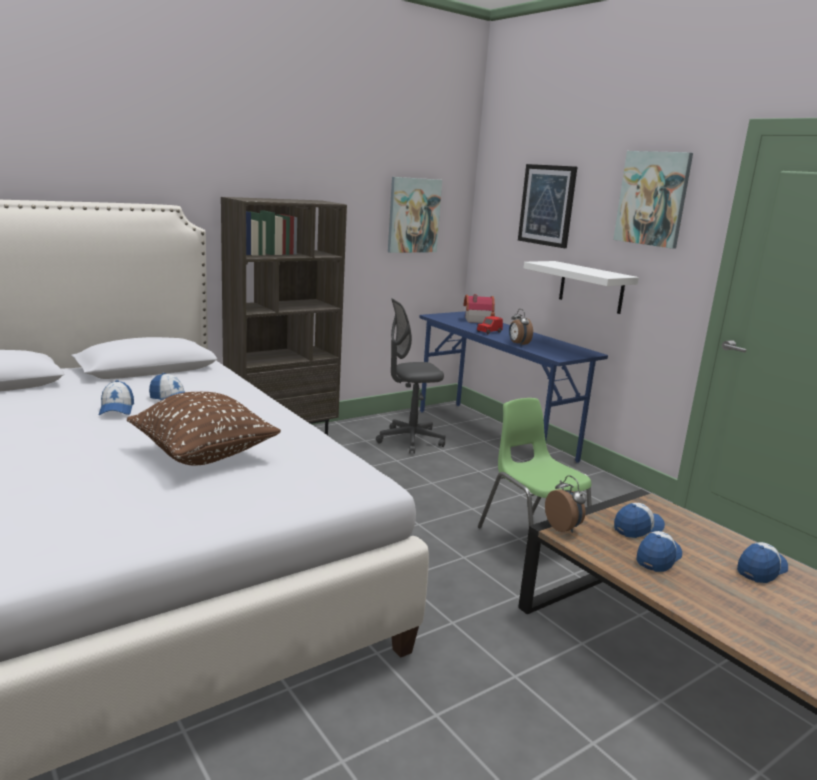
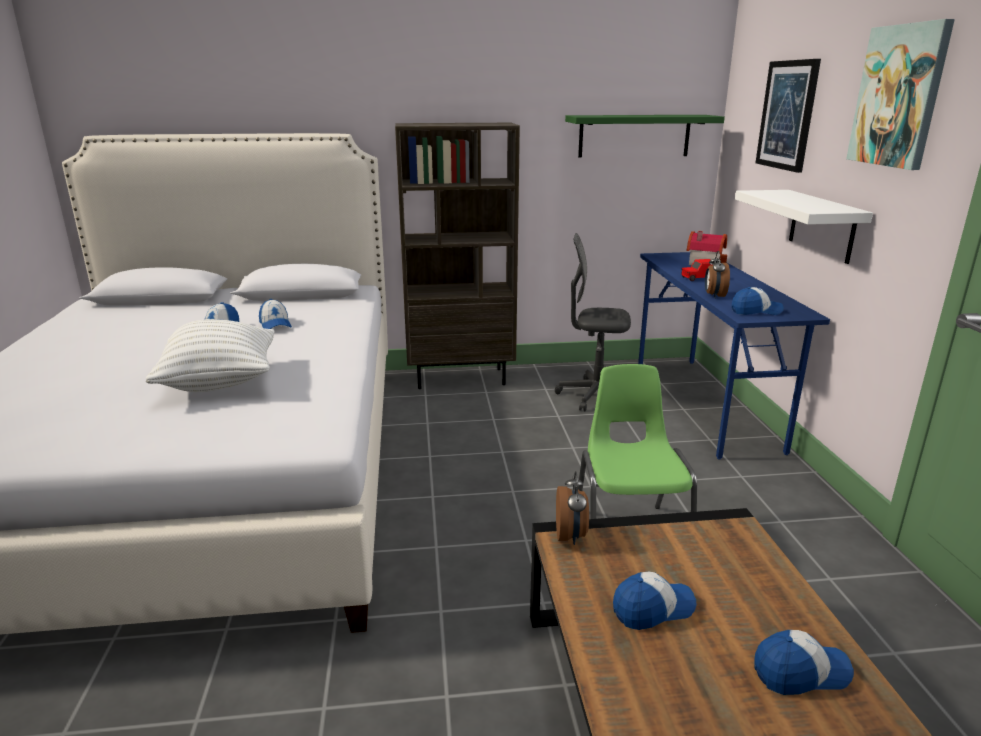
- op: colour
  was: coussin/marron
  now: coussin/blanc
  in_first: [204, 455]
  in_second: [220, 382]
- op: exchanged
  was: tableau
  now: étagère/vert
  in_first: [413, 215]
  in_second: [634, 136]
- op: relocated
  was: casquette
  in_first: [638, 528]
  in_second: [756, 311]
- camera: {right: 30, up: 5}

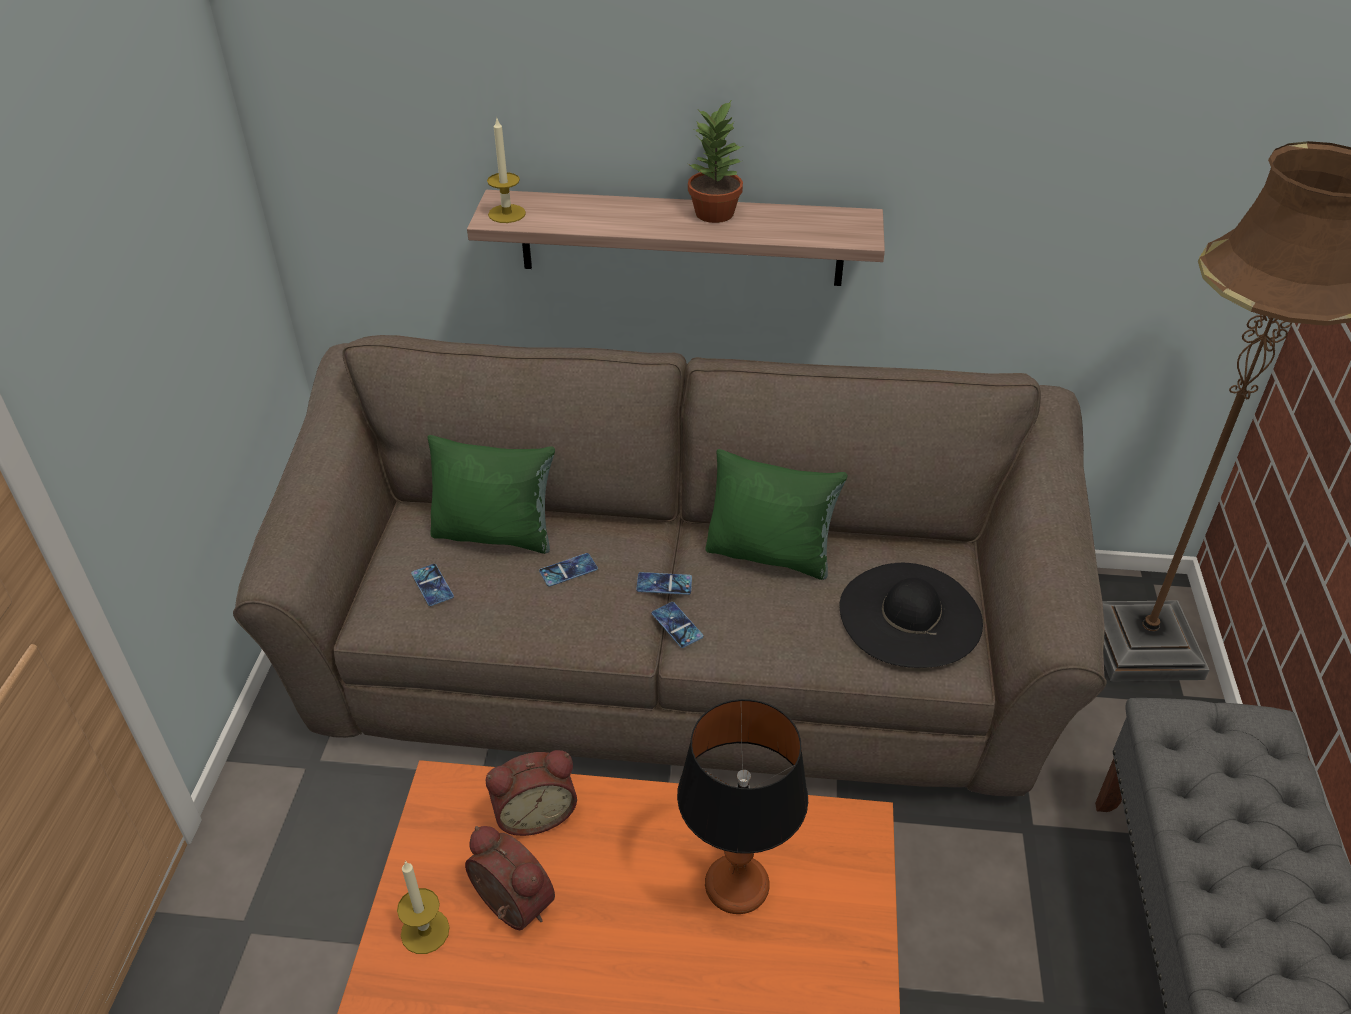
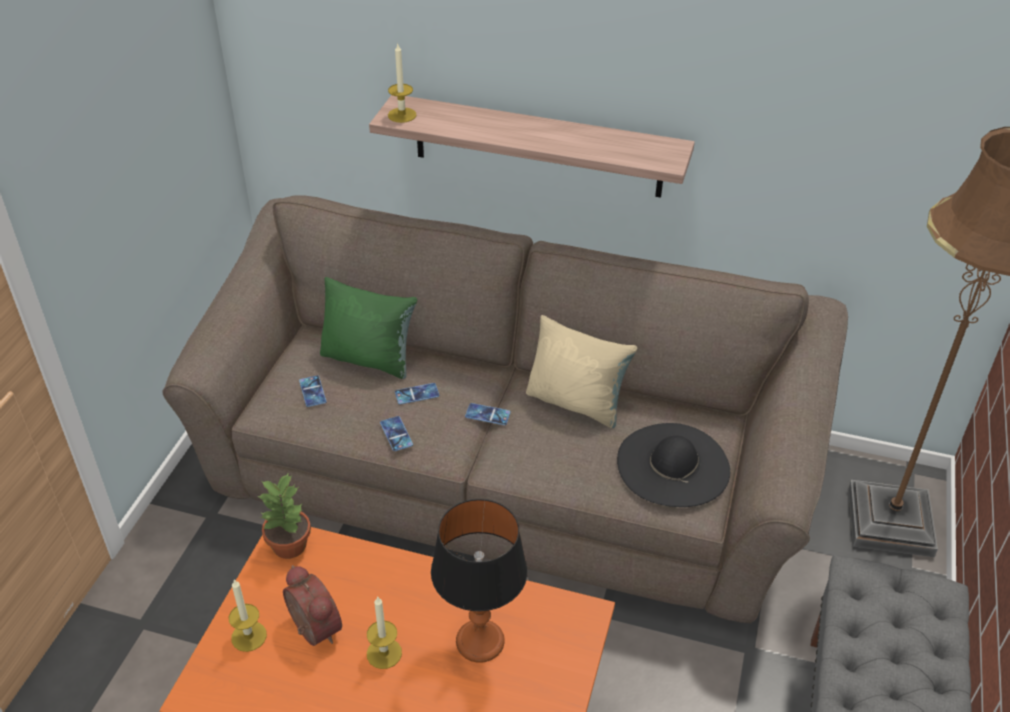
- op: relocated
  was: plante en pot
  in_first: [715, 213]
  in_second: [290, 546]
- op: appeared
  now: bougie
  in_second: [384, 653]
- op: relocated
  was: téléphone
  in_first: [677, 625]
  in_second: [396, 434]
- op: colour
  was: coussin/vert
  now: coussin/beige
  in_first: [770, 554]
  in_second: [576, 403]
- op: missing
  was: réveil
  in_first: [534, 813]
- camera: {right: 10, up: 0}

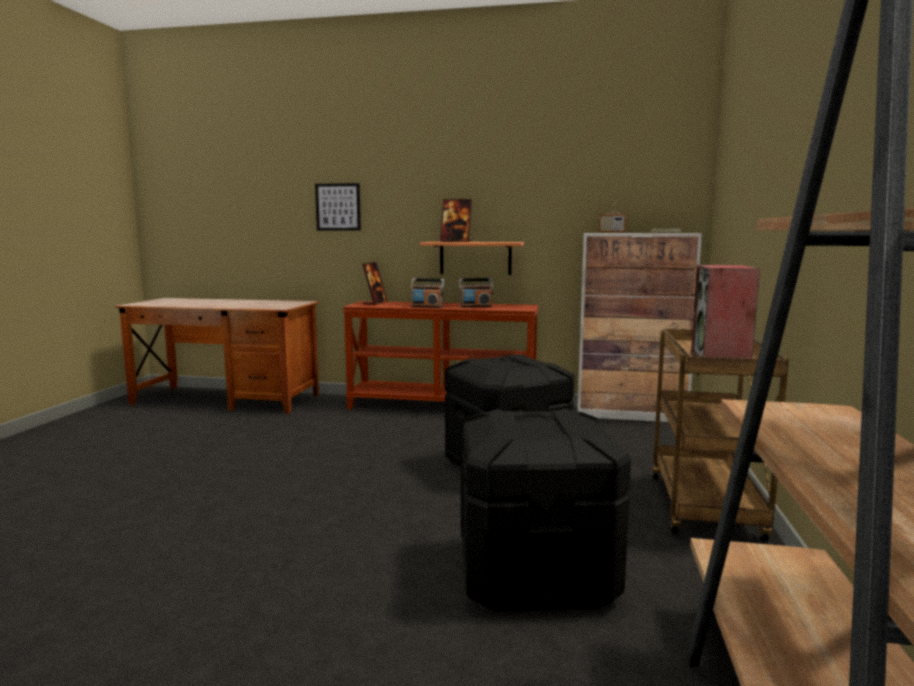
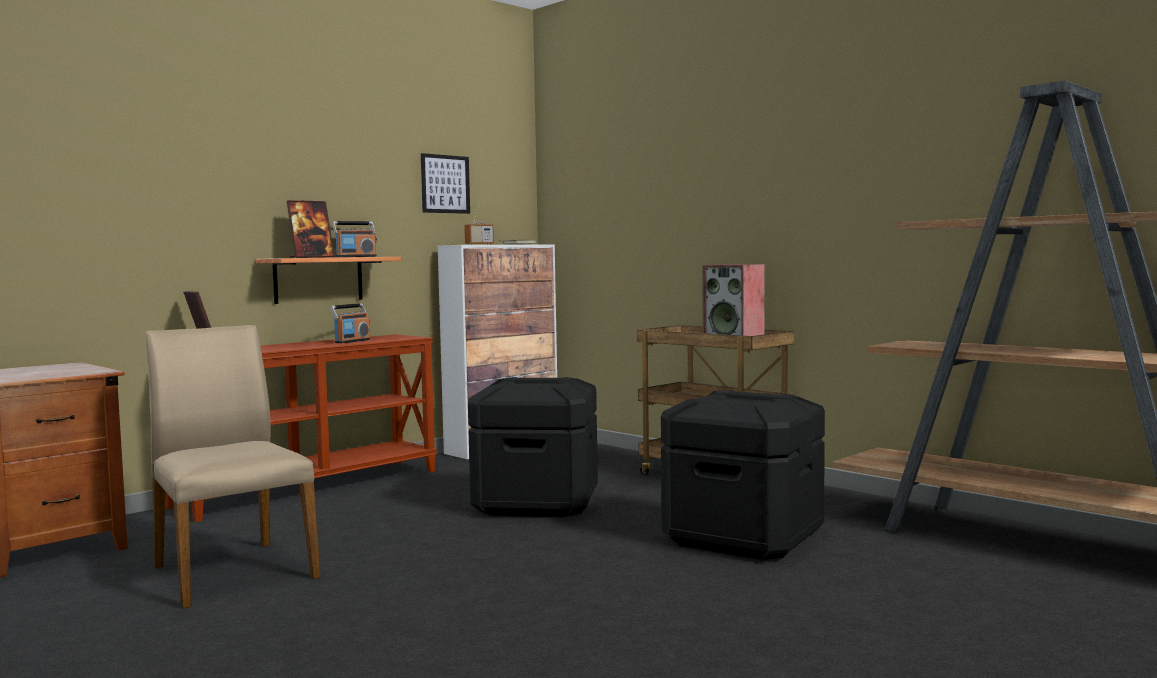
- op: appeared
  now: chaise/beige
  in_second: [231, 571]
- op: relocated
  was: radio
  in_first: [427, 307]
  in_second: [356, 257]
- op: relocated
  was: tableau
  in_first: [338, 207]
  in_second: [445, 184]
- camera: {right: -55, up: -5}

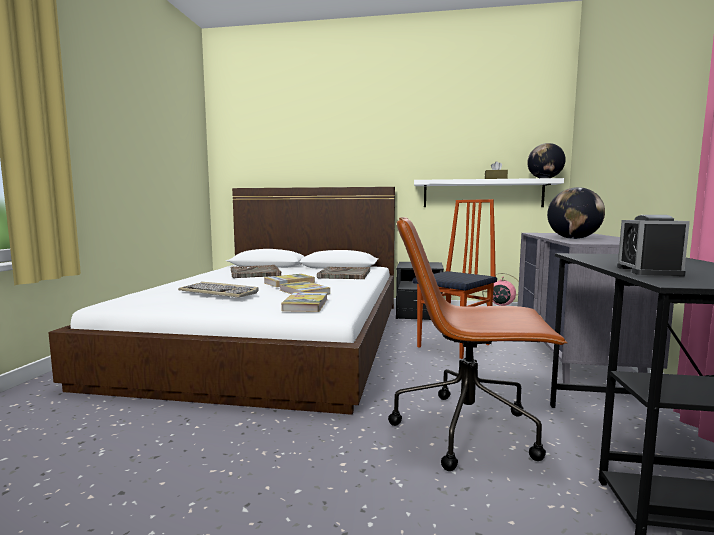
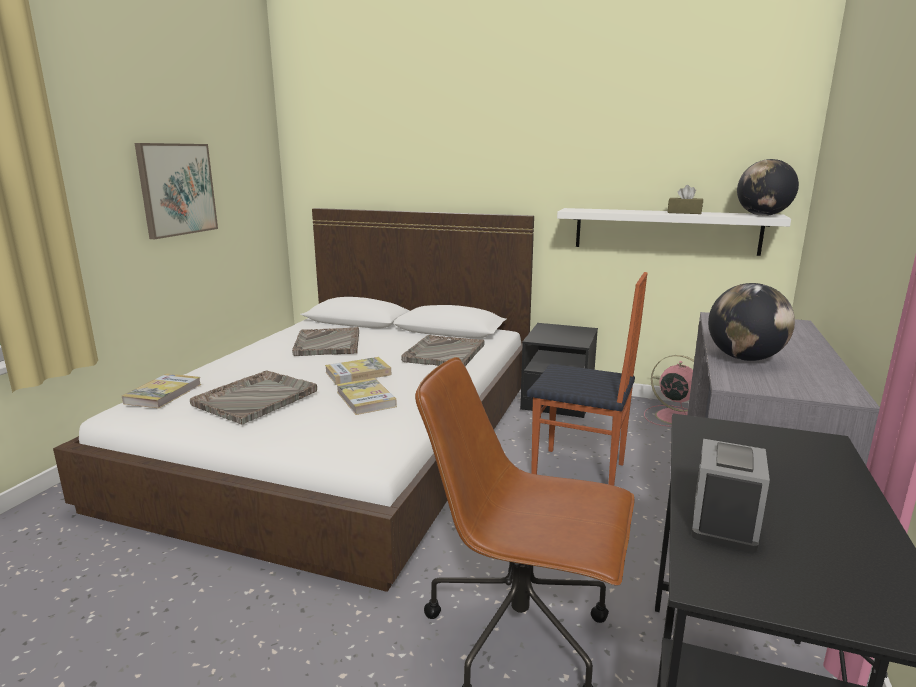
- op: relocated
  was: livre
  in_first: [306, 304]
  in_second: [163, 394]
- op: appeared
  now: tableau
  in_second: [177, 189]
- op: exchanged
  was: clavier
  now: plateau/gris
  in_first: [220, 293]
  in_second: [257, 398]
- op: spun
  was: chaise
  in_first: [455, 346]
  in_second: [579, 473]
  clockwise: 60
- camera: {right: 10, up: 10}

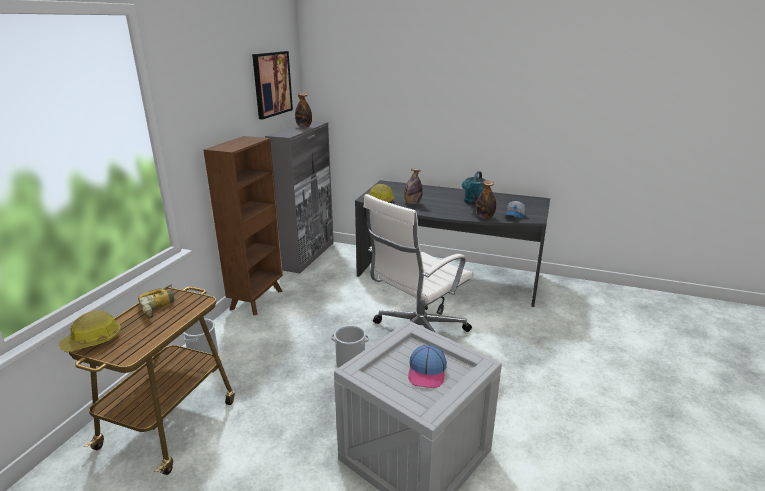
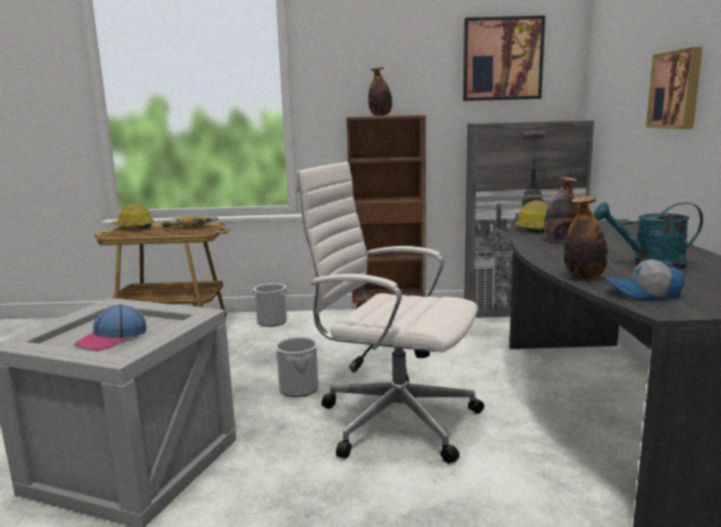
- op: spun
  was: casquette
  in_first: [427, 372]
  in_second: [112, 338]
  clockwise: -45
- op: relocated
  was: bouteille
  in_first: [304, 126]
  in_second: [380, 115]
- op: appeared
  now: tableau
  in_second: [676, 90]
- camera: {right: 70, up: -10}

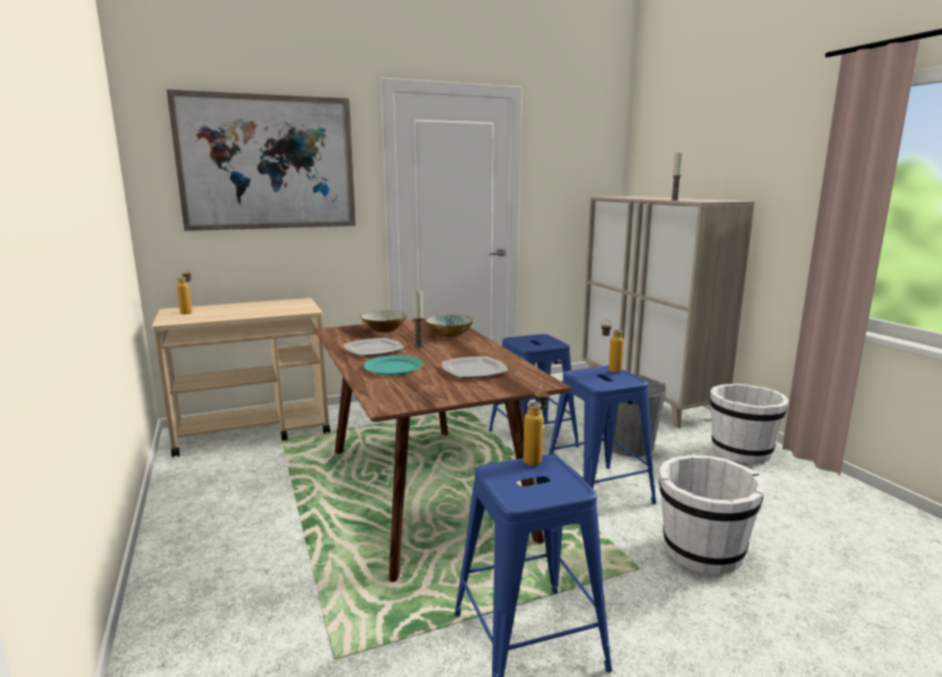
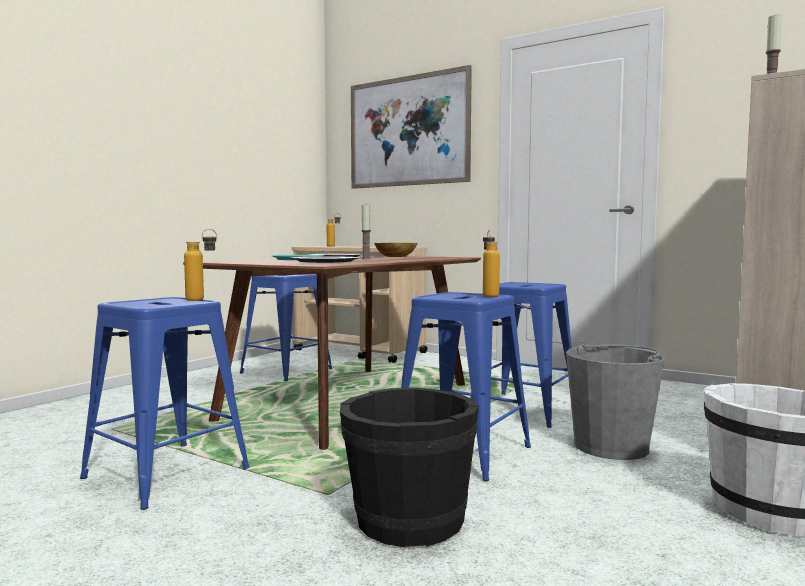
- op: appeared
  now: tabouret/bleu
  in_second: [286, 371]
- op: colour
  was: seau/blanc
  now: seau/noir
  in_first: [701, 552]
  in_second: [408, 521]
- op: missing
  was: bol
  in_first: [450, 334]
- camera: {right: 55, up: -10}

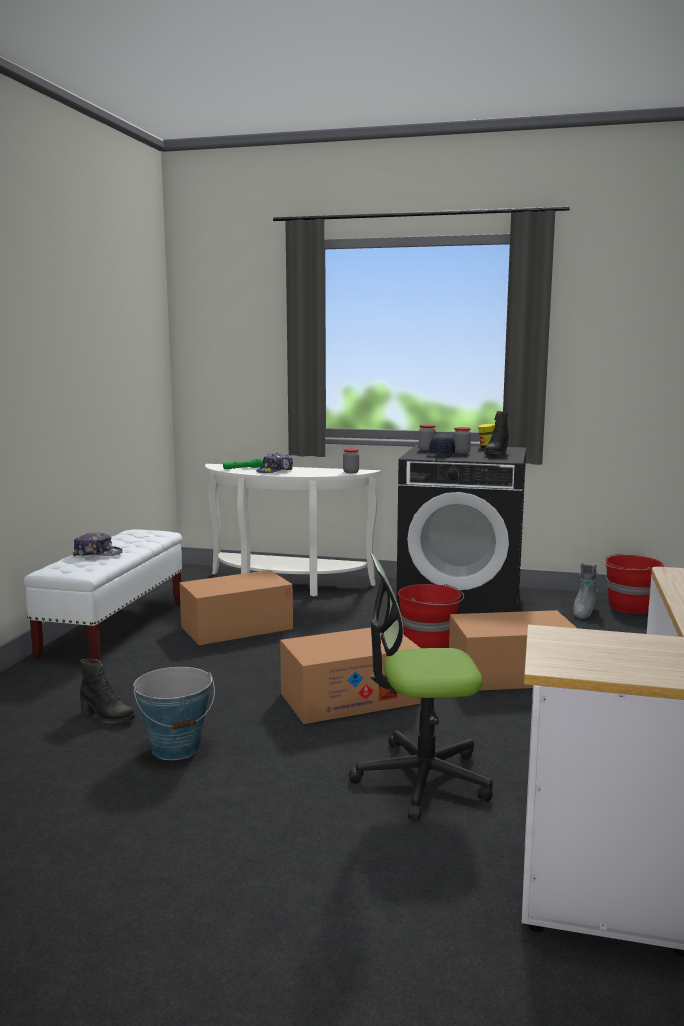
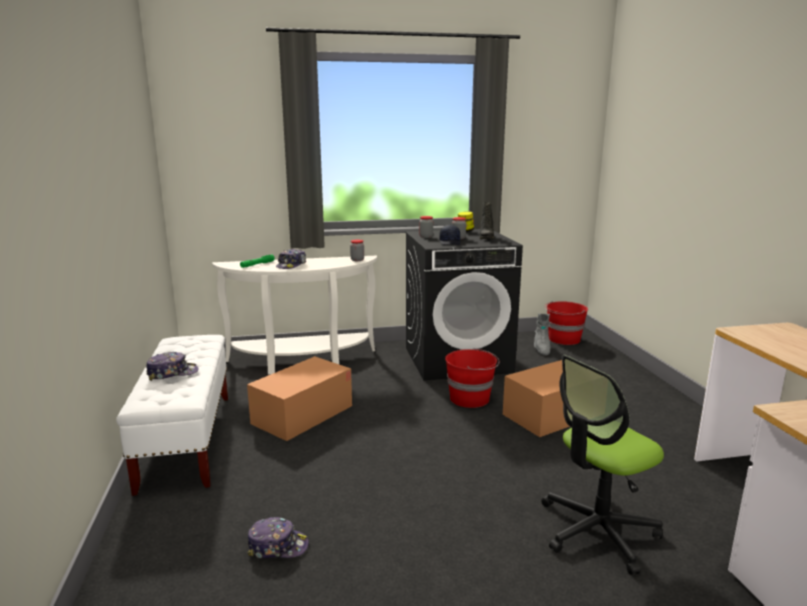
- op: exchanged
  was: botte/noir
  now: casquette
  in_first: [107, 717]
  in_second: [278, 546]
- op: missing
  was: seau
  in_first: [176, 748]
- op: missing
  was: carton
  in_first: [349, 698]
- camera: {right: -25, up: 5}

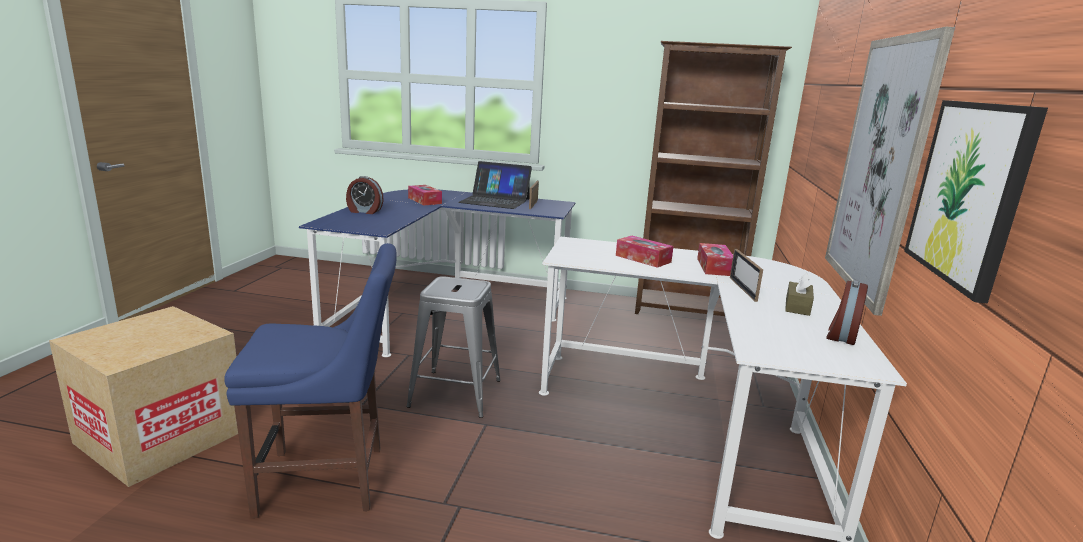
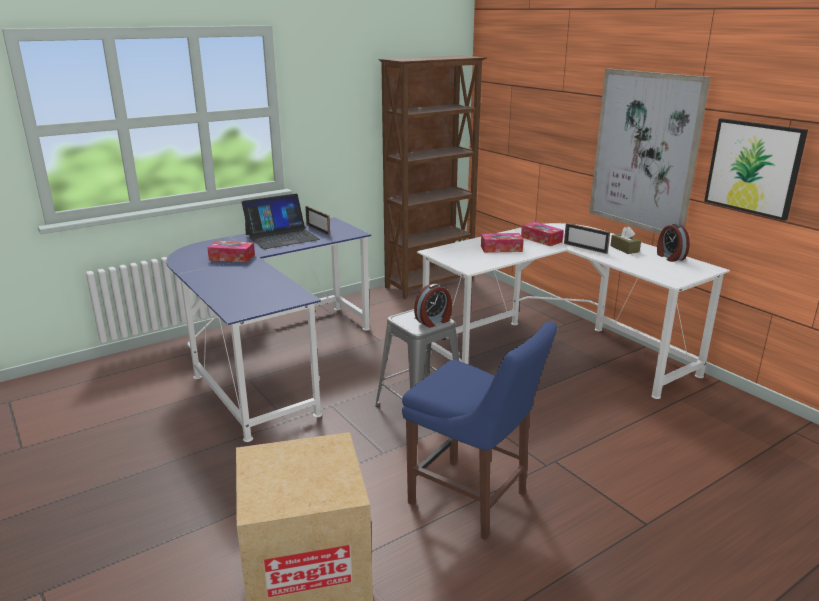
- op: spun
  was: chaise/bleu
  in_first: [329, 480]
  in_second: [472, 500]
  clockwise: 90
- op: relocated
  was: réveil
  in_first: [364, 211]
  in_second: [434, 321]
- camera: {right: -45, up: 5}

